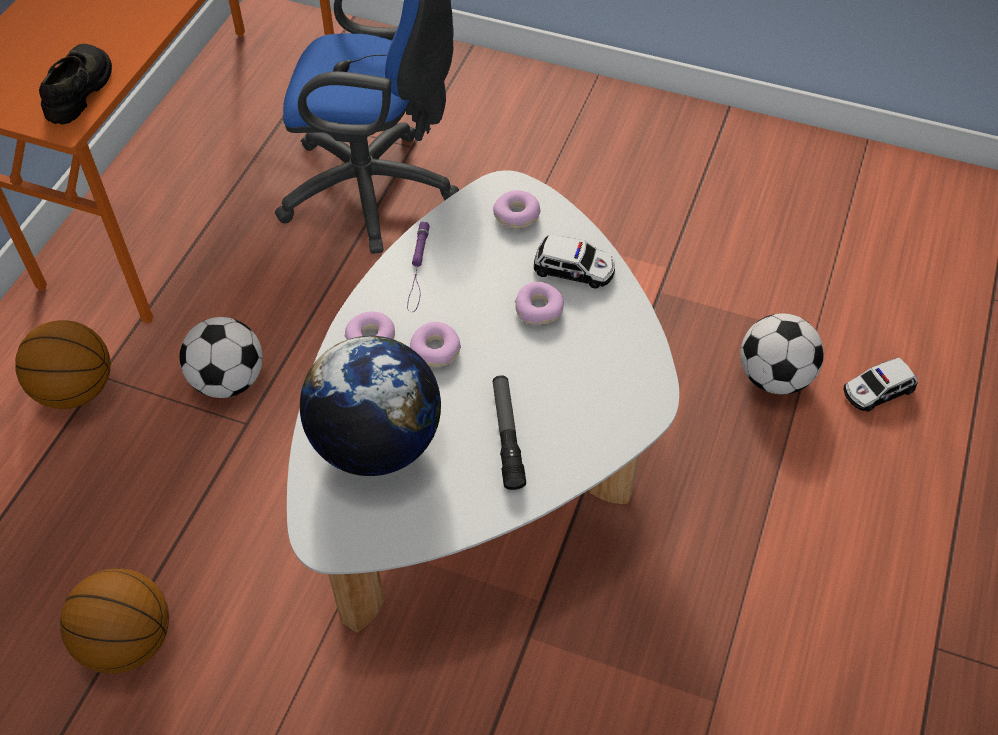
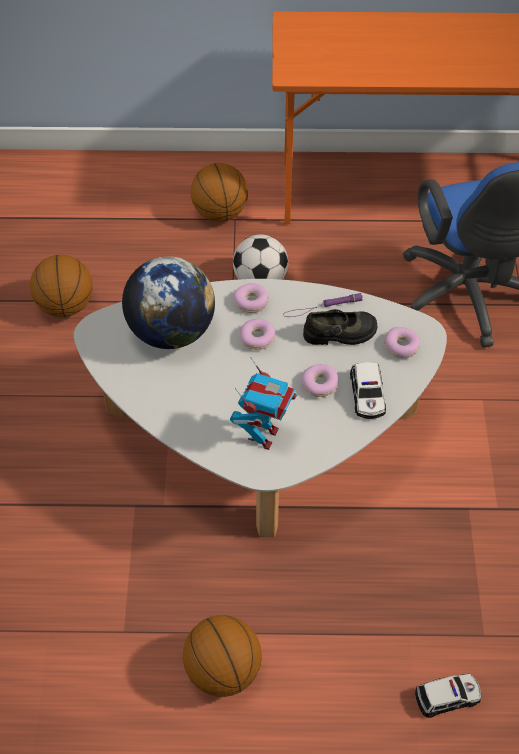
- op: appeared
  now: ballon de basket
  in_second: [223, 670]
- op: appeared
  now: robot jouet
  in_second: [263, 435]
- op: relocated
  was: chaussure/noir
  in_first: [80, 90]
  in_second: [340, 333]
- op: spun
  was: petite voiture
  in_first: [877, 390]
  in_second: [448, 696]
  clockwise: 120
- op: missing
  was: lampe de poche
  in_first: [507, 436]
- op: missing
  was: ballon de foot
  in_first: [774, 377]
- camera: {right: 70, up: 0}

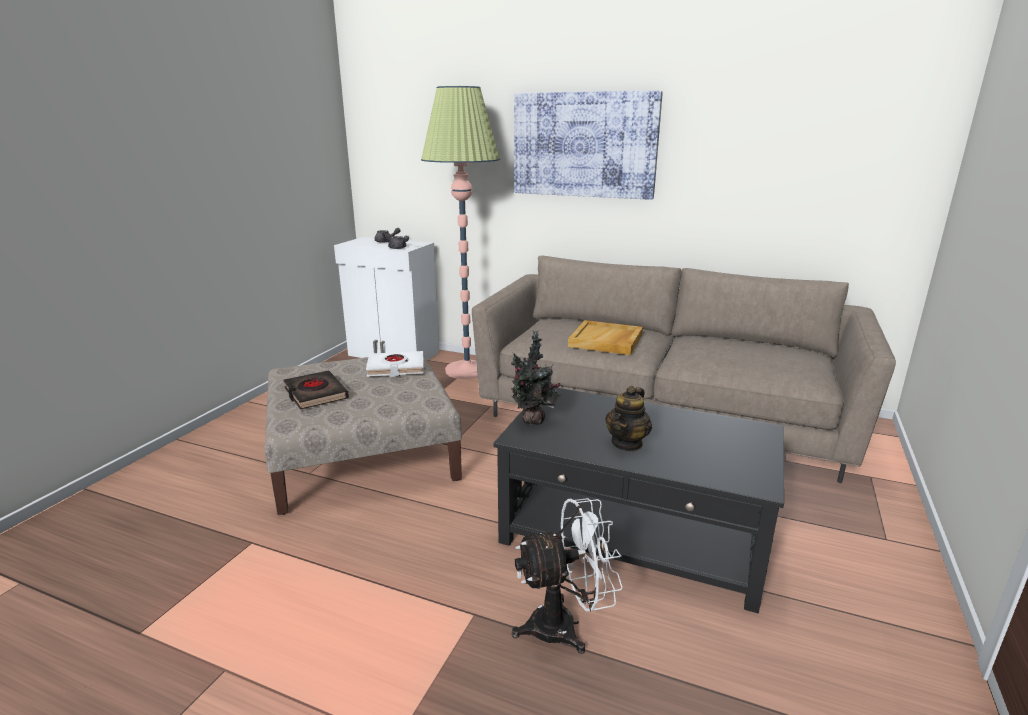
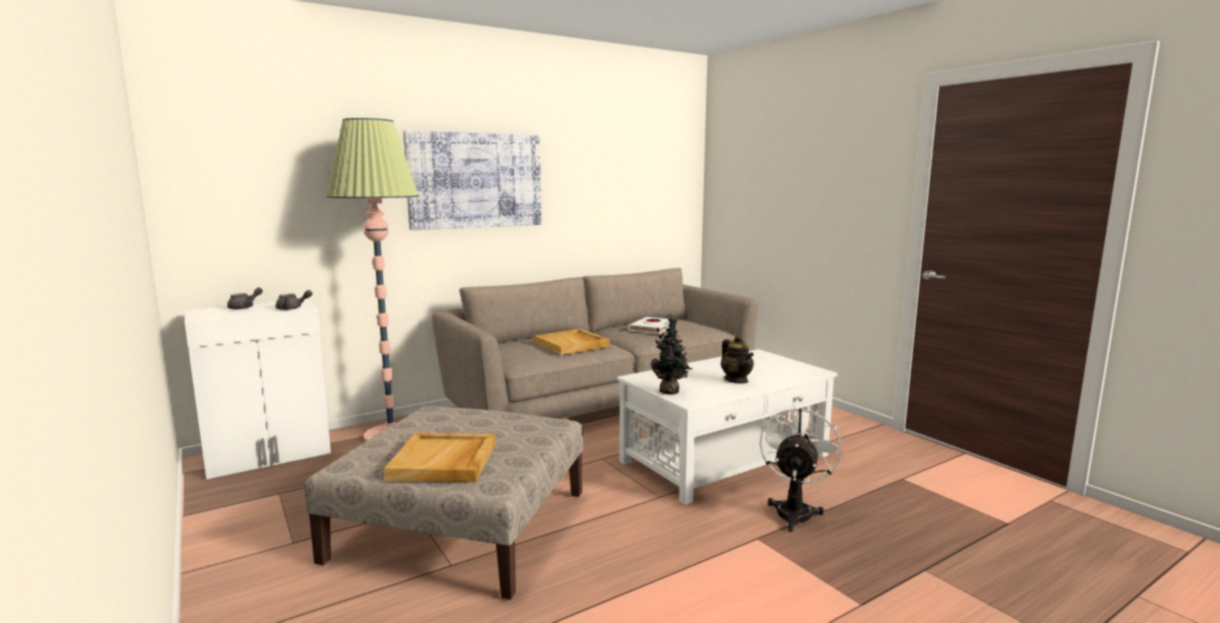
- op: exchanged
  was: livre/noir
  now: plateau/beige
  in_first: [315, 394]
  in_second: [444, 462]
- op: colour
  was: table basse/noir
  now: table basse/blanc
  in_first: [635, 533]
  in_second: [726, 458]
- op: relocated
  was: livre/blanc
  in_first: [395, 368]
  in_second: [652, 329]
- camera: {right: -55, up: -10}

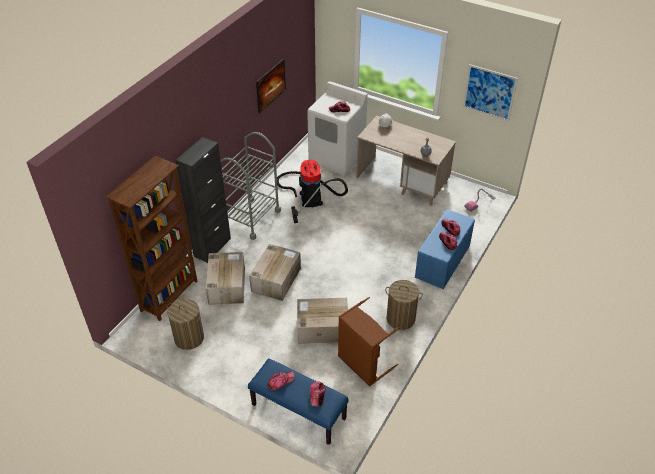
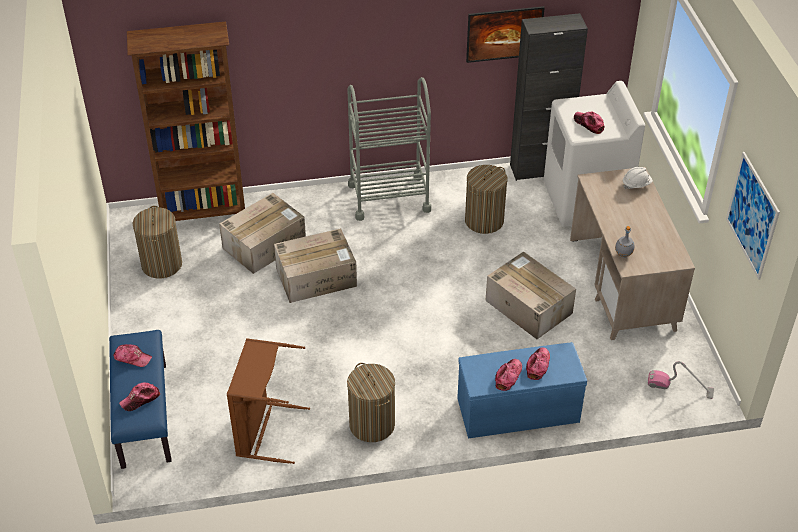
- op: exchanged
  was: aspirateur
  now: panier à linge
  in_first: [309, 197]
  in_second: [484, 221]
- op: relocated
  was: carton
  in_first: [322, 328]
  in_second: [527, 306]
- op: relocated
  was: meuble de rangement/noir
  in_first: [212, 247]
  in_second: [539, 169]
- camera: {right: 50, up: 0}

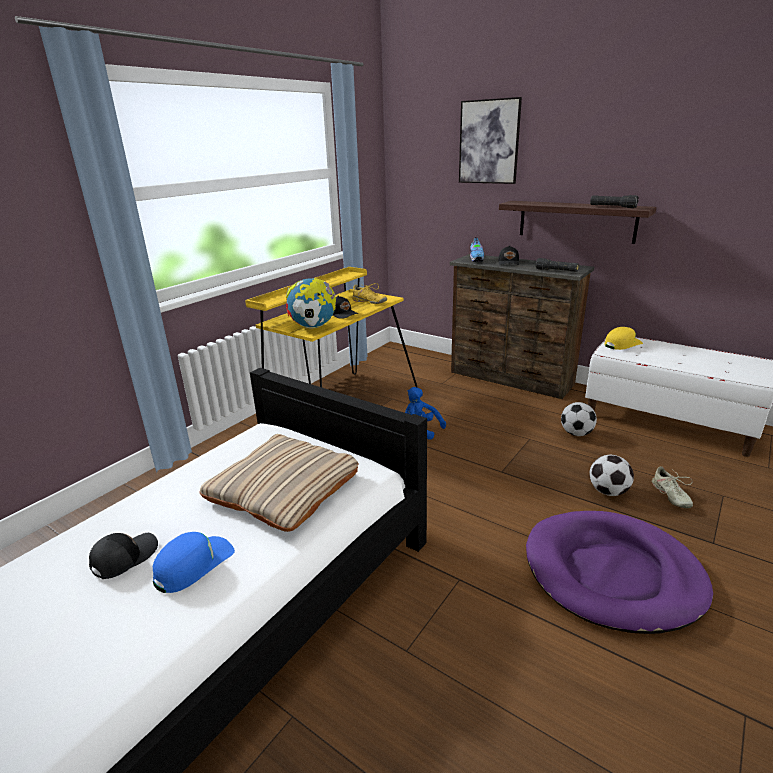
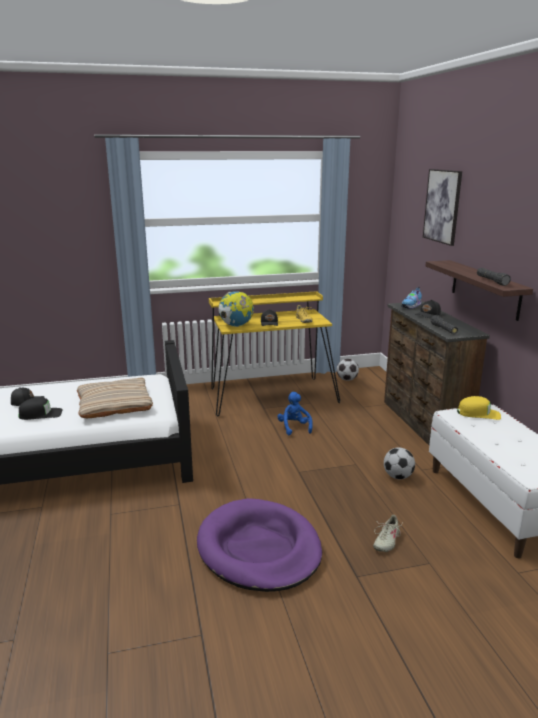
- op: colour
  was: casquette/bleu
  now: casquette/noir
  in_first: [194, 564]
  in_second: [41, 414]
- op: relocated
  was: ballon de foot
  in_first: [608, 491]
  in_second: [347, 379]
- camera: {right: 40, up: -5}

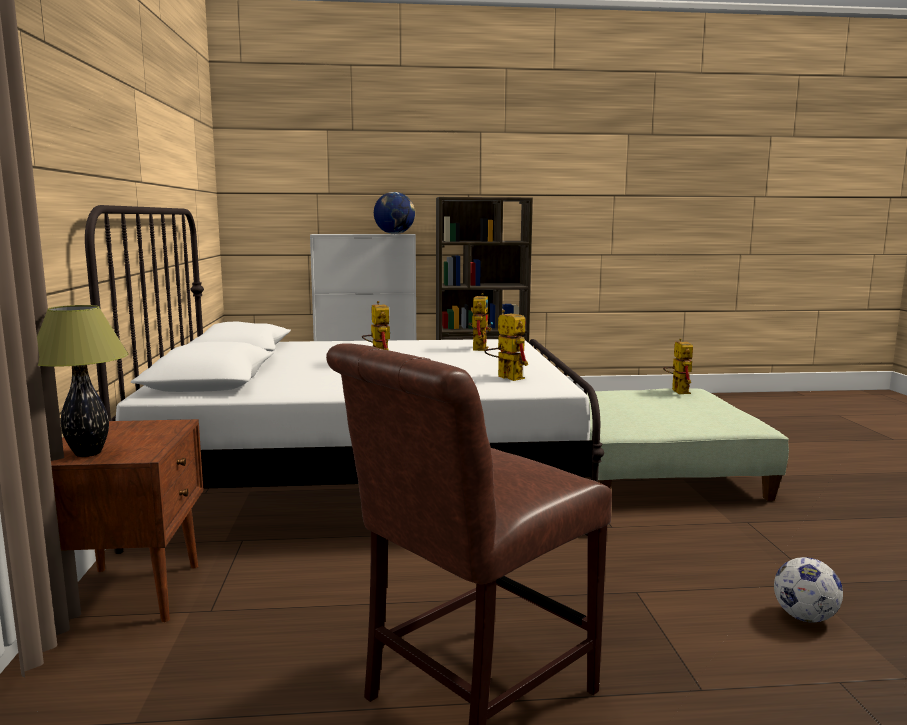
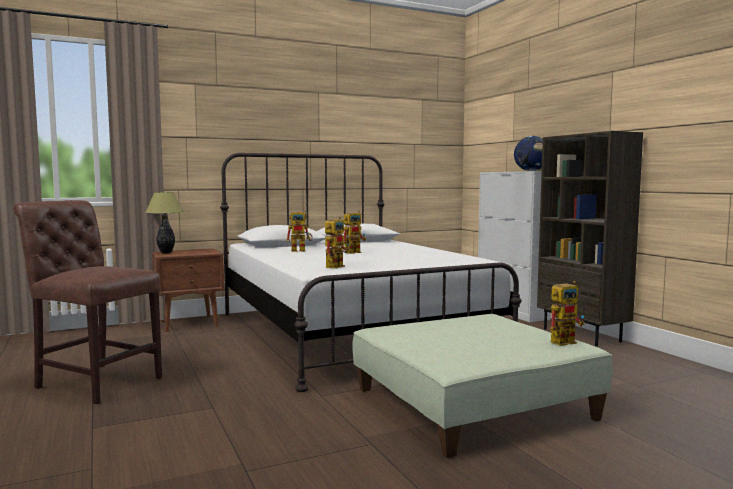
- op: relocated
  was: robot jouet
  in_first: [479, 348]
  in_second: [301, 250]
- op: missing
  was: ballon de foot
  in_first: [804, 617]
- camera: {right: 70, up: -5}

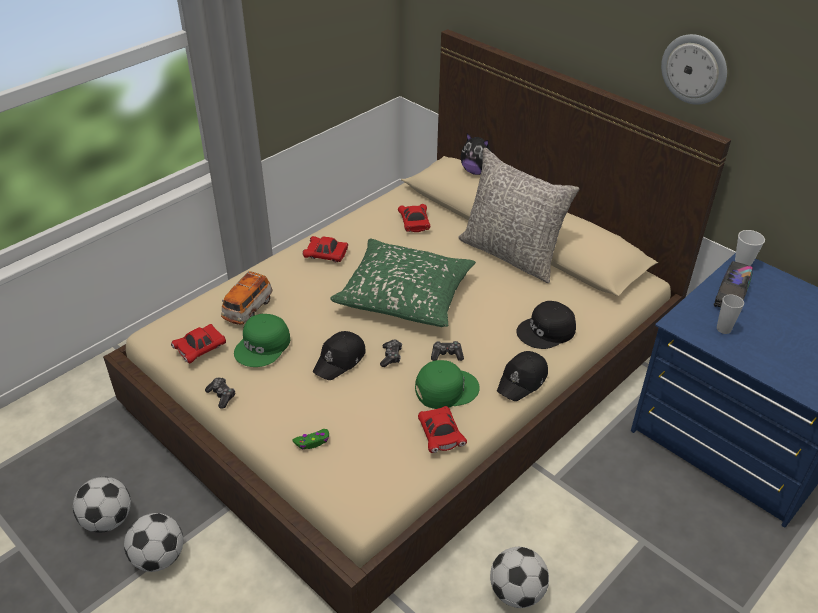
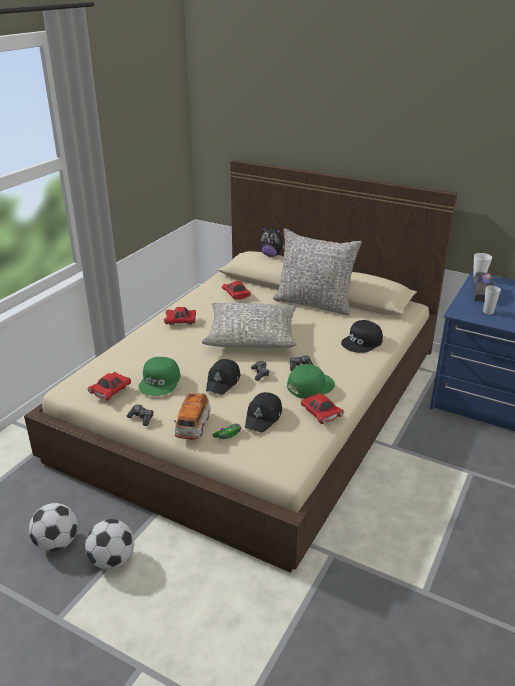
- op: relocated
  was: petite voiture
  in_first: [248, 309]
  in_second: [193, 427]
- op: colour
  was: coussin/vert
  now: coussin/gris
  in_first: [405, 295]
  in_second: [252, 336]
- op: relocated
  was: casquette/noir
  in_first: [523, 381]
  in_second: [264, 417]
- op: missing
  was: ballon de foot
  in_first: [517, 593]
- op: missing
  was: horloge murale
  in_first: [694, 69]
- camera: {right: -15, up: -10}

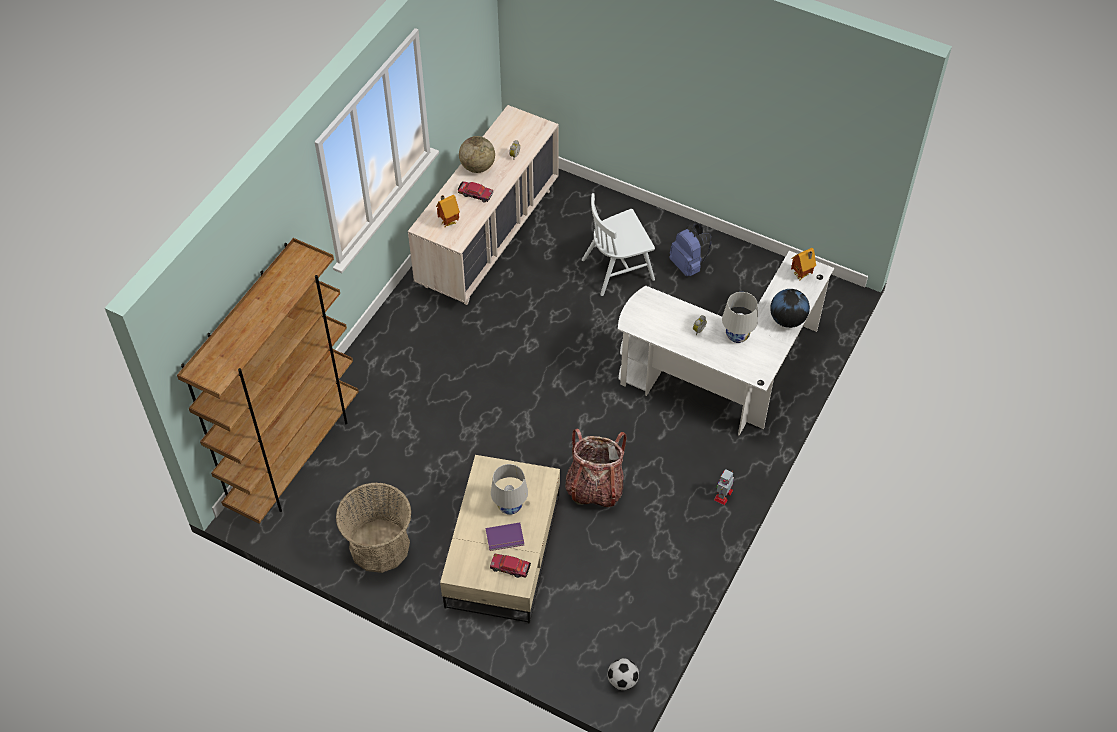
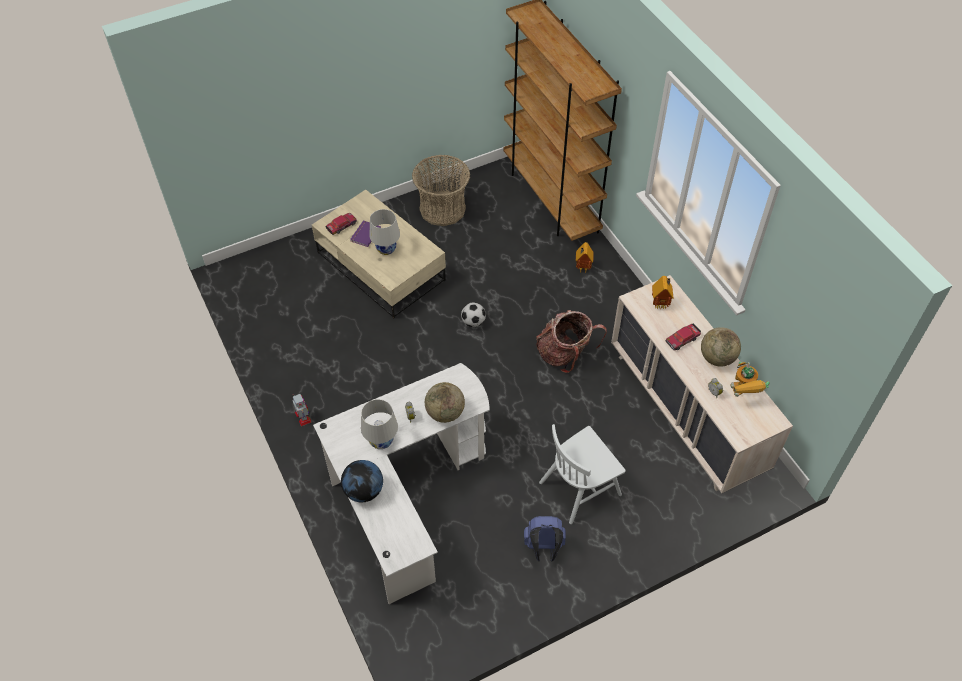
- op: appeared
  now: globe
  in_second: [445, 413]
- op: relocated
  was: ballon de foot
  in_first: [622, 680]
  in_second: [473, 322]
- op: relocated
  was: sac à dos
  in_first: [595, 487]
  in_second: [565, 354]
- op: spun
  was: chaise/blanc
  in_first: [618, 269]
  in_second: [580, 488]
  clockwise: -135
- op: relocated
  was: maison miniature
  in_first: [801, 276]
  in_second: [582, 268]
- op: appeared
  now: robot jouet
  in_second: [743, 394]
- camera: {right: 125, up: 0}

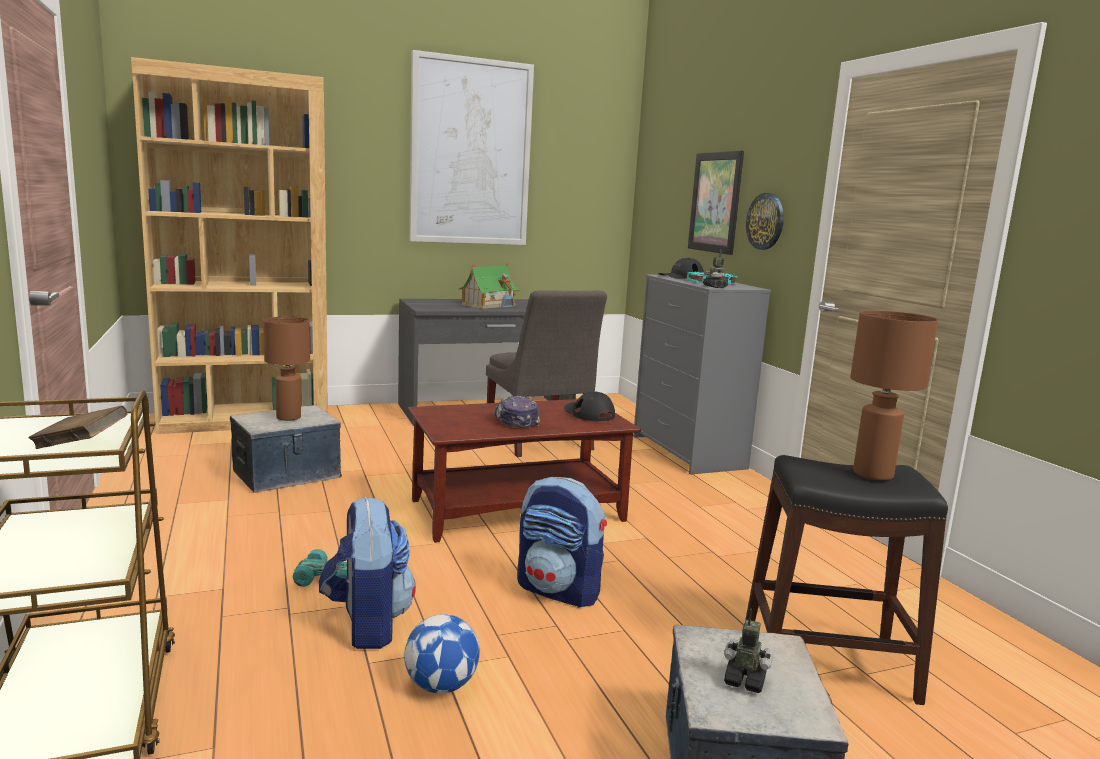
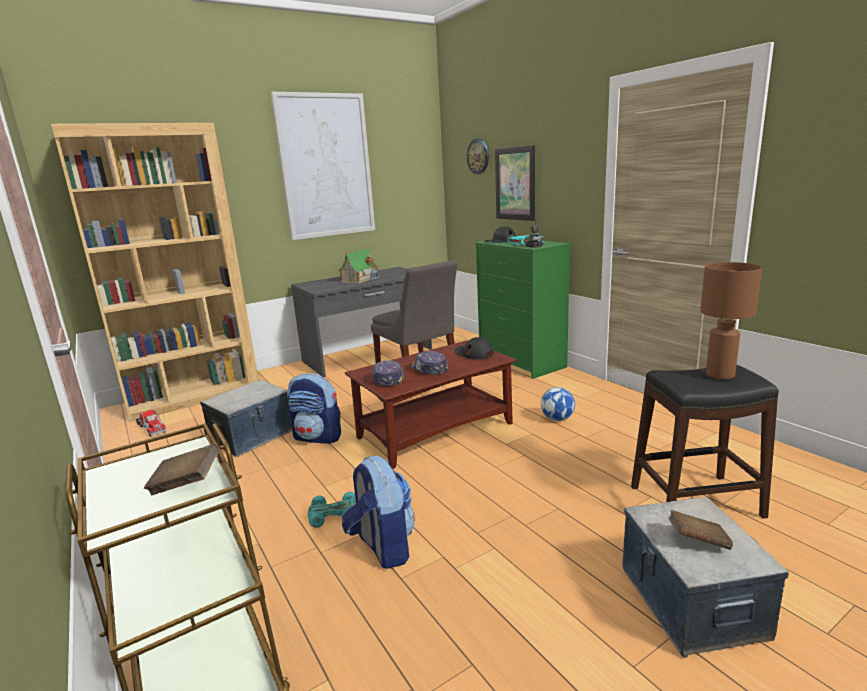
- op: appeared
  now: camion jouet
  in_second: [151, 428]
- op: relocated
  was: sac à dos
  in_first: [559, 591]
  in_second: [318, 437]
- op: appeared
  now: casquette
  in_second: [387, 379]
- op: relocated
  was: horloge murale
  in_first: [765, 221]
  in_second: [478, 156]
- op: colour
  was: commode/gris
  now: commode/vert
  in_first: [688, 452]
  in_second: [522, 362]
- op: relocated
  was: ballon de foot
  in_first: [441, 686]
  in_second: [557, 419]
- op: exchanged
  was: robot jouet
  now: livre/marron
  in_first: [744, 681]
  in_second: [698, 541]
- op: missing
  was: lampe de table/marron
  in_first: [288, 417]
- camera: {right: -10, up: 5}

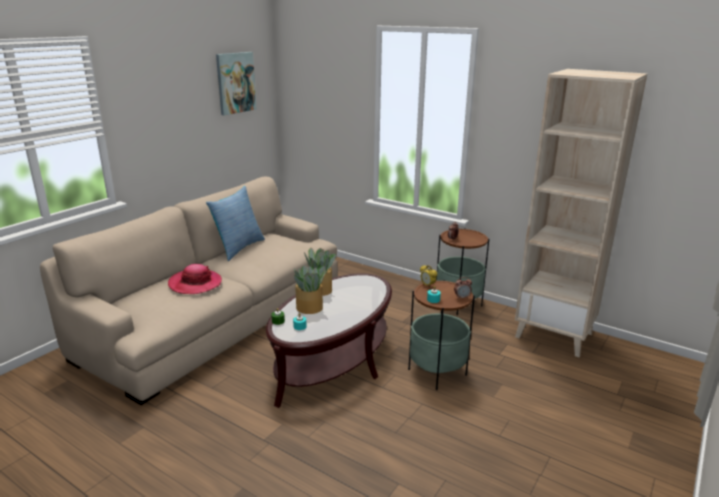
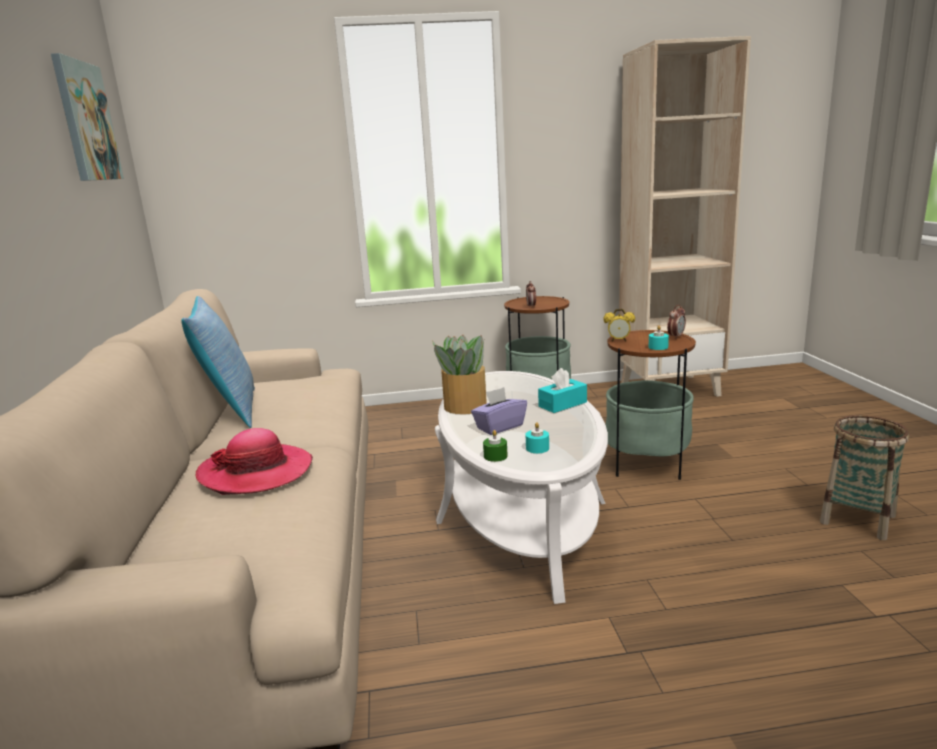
- op: colour
  was: table basse/marron
  now: table basse/blanc
  in_first: [333, 360]
  in_second: [521, 511]
- op: exchanged
  was: plante en pot
  now: boîte à mouchoirs/violet
  in_first: [310, 308]
  in_second: [499, 427]
- op: appeared
  now: boîte à mouchoirs/turquoise
  in_second: [562, 404]
- op: appeared
  now: panier
  in_second: [857, 519]
- camera: {right: -40, up: -5}

